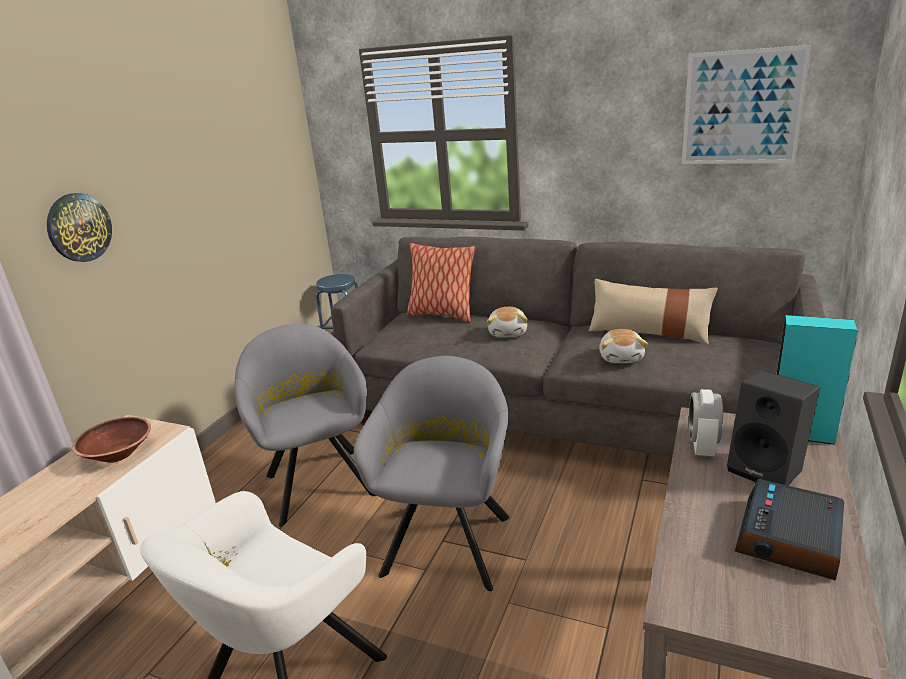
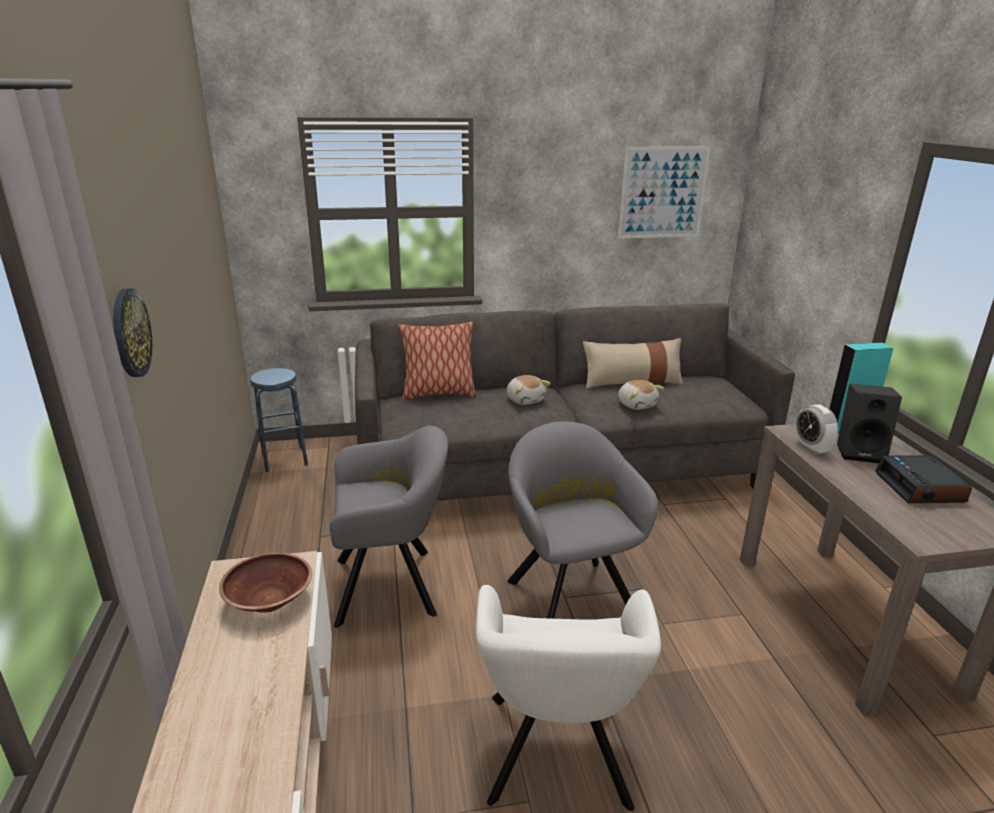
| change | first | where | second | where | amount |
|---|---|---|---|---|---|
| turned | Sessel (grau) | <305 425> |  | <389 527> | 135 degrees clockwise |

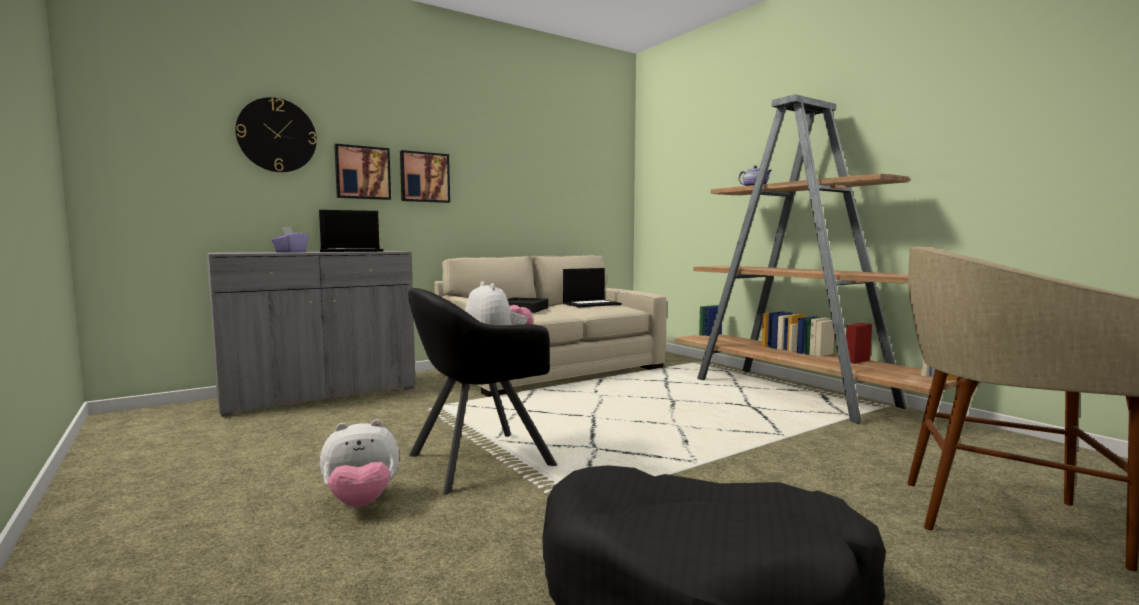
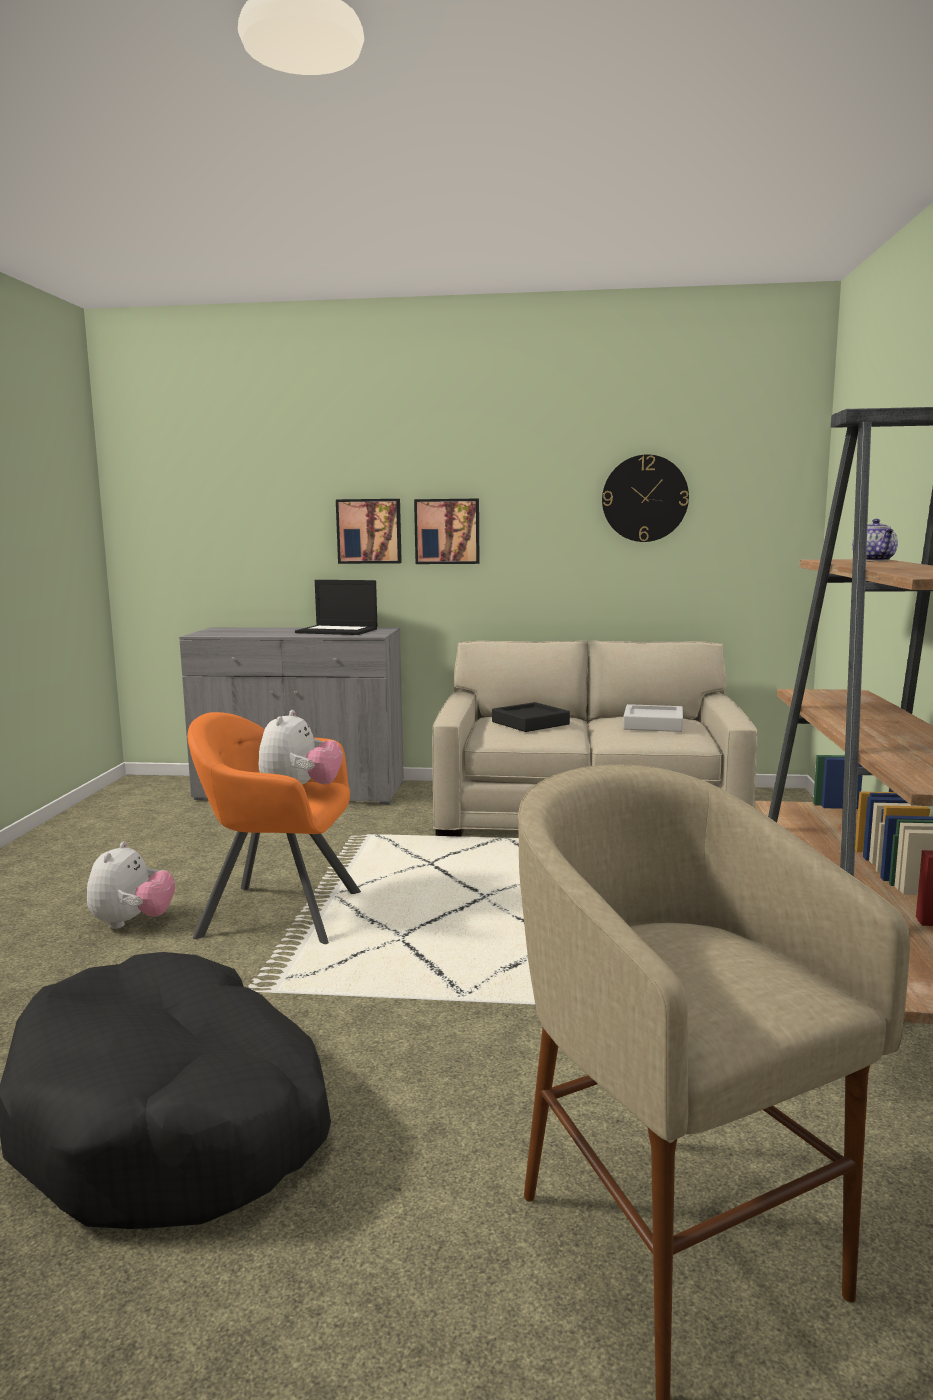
| change | first | where | second | where | amount |
|---|---|---|---|---|---|
| moved | Wanduhr | <276 134> |  | <645 498> |  |
| removed | Taschentuchbox (lila) | <289 240> |  |  |  |
| turned | Plüschtier | <359 463> |  | <131 885> | 105 degrees counterclockwise |
| recoloured | Sessel (schwarz) | <482 391> | Sessel (orange) | <274 828> |  |
| replaced | Laptop | <592 287> | Tablett (grau) | <653 718> |  |

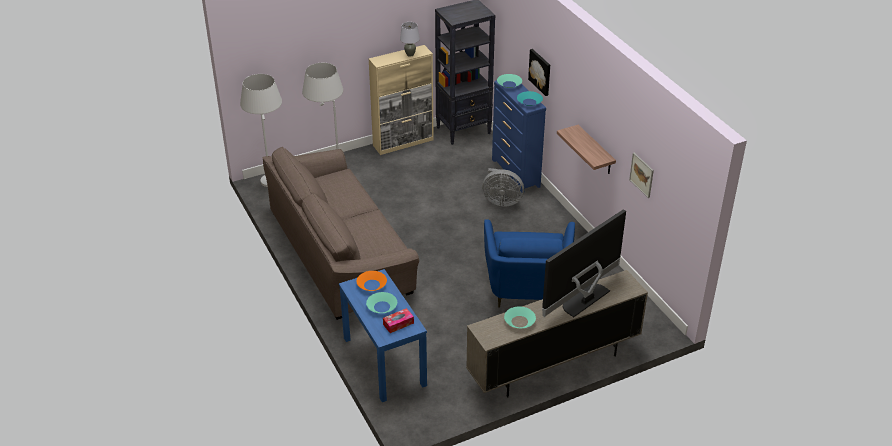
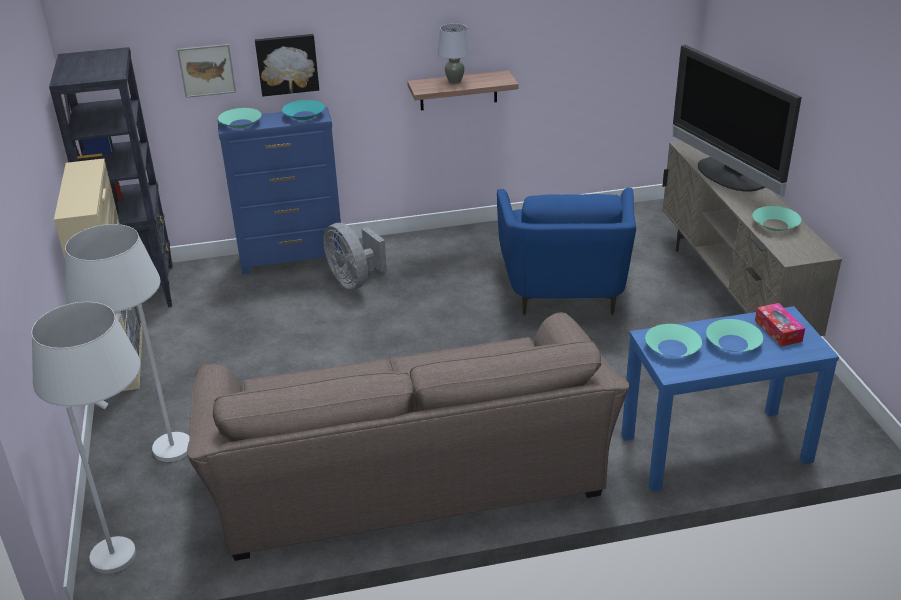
| change | first | where | second | where | amount |
|---|---|---|---|---|---|
| recoloured | Schüssel (orange) | <372 281> | Schüssel (türkis) | <673 340> |  |
| moved | Tischlampe (grau) | <410 39> |  | <454 53> |  |
| turned | Ventilator (grau) | <503 187> |  | <355 256> | 120 degrees clockwise |
| turned | Sessel (blau) | <529 263> |  | <566 251> | 75 degrees clockwise |
| moved | Bild | <641 175> |  | <206 71> |  |

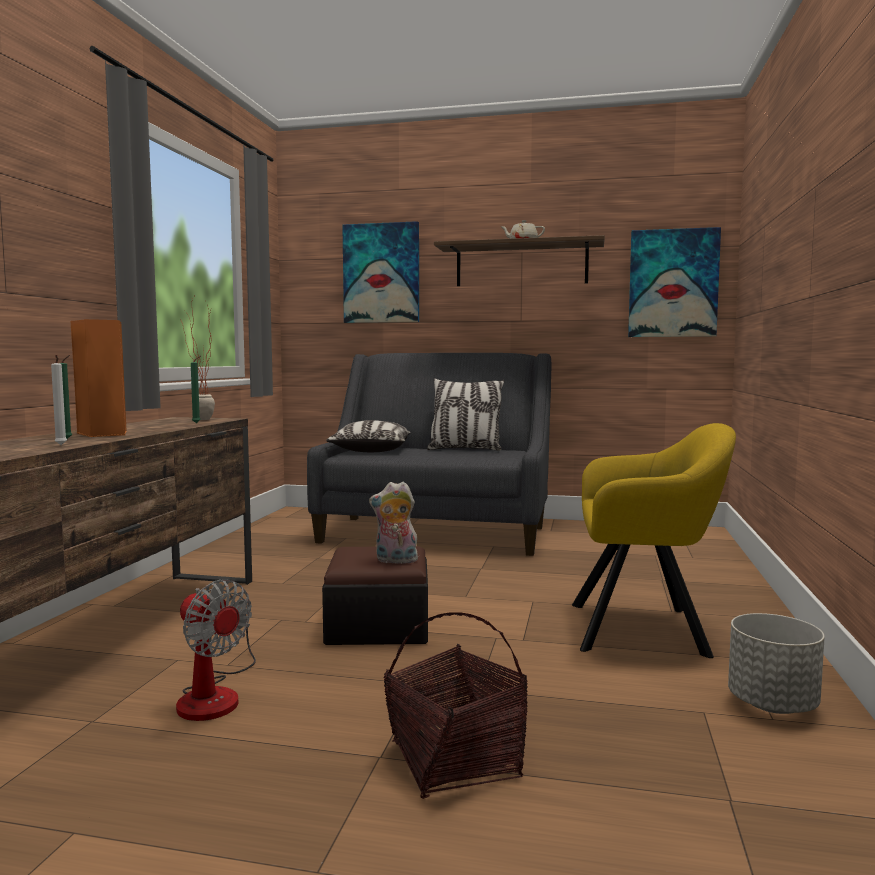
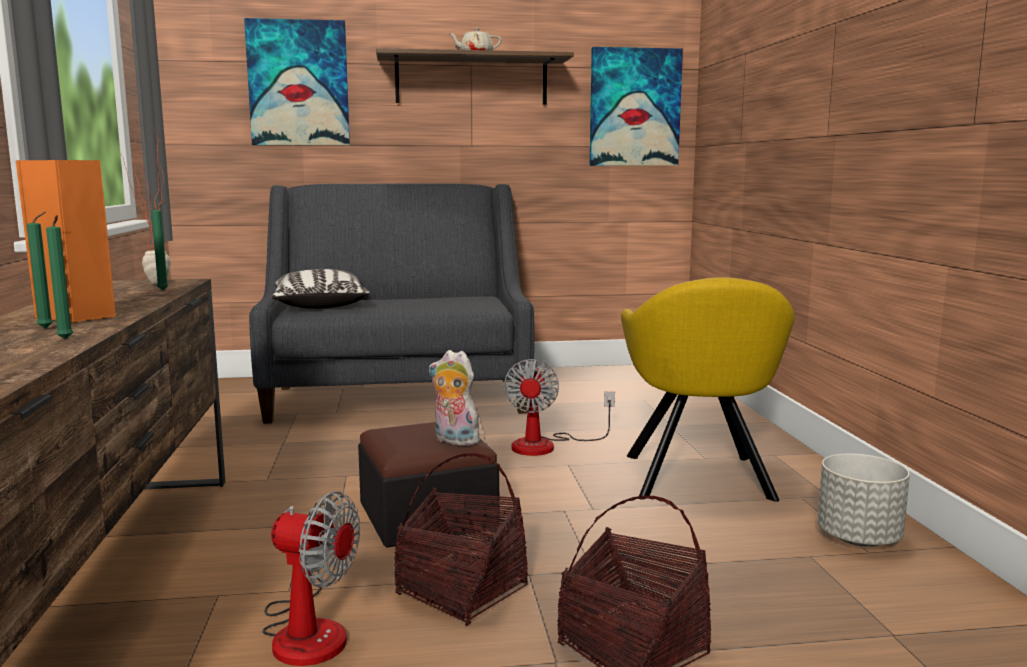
| change | first | where | second | where | amount |
|---|---|---|---|---|---|
| recoloured | Kerze (weiß) | <59 400> | Kerze (grün) | <59 277> |  |
| turned | Plüschtier | <393 523> |  | <455 398> | 45 degrees clockwise |
| removed | Kissen | <465 414> |  |  |  |
| turned | Sessel (gelb) | <654 540> |  | <708 389> | 105 degrees clockwise |
| added |  |  | Korb | <461 539> |  |
| added |  |  | Ventilator | <559 407> |  |

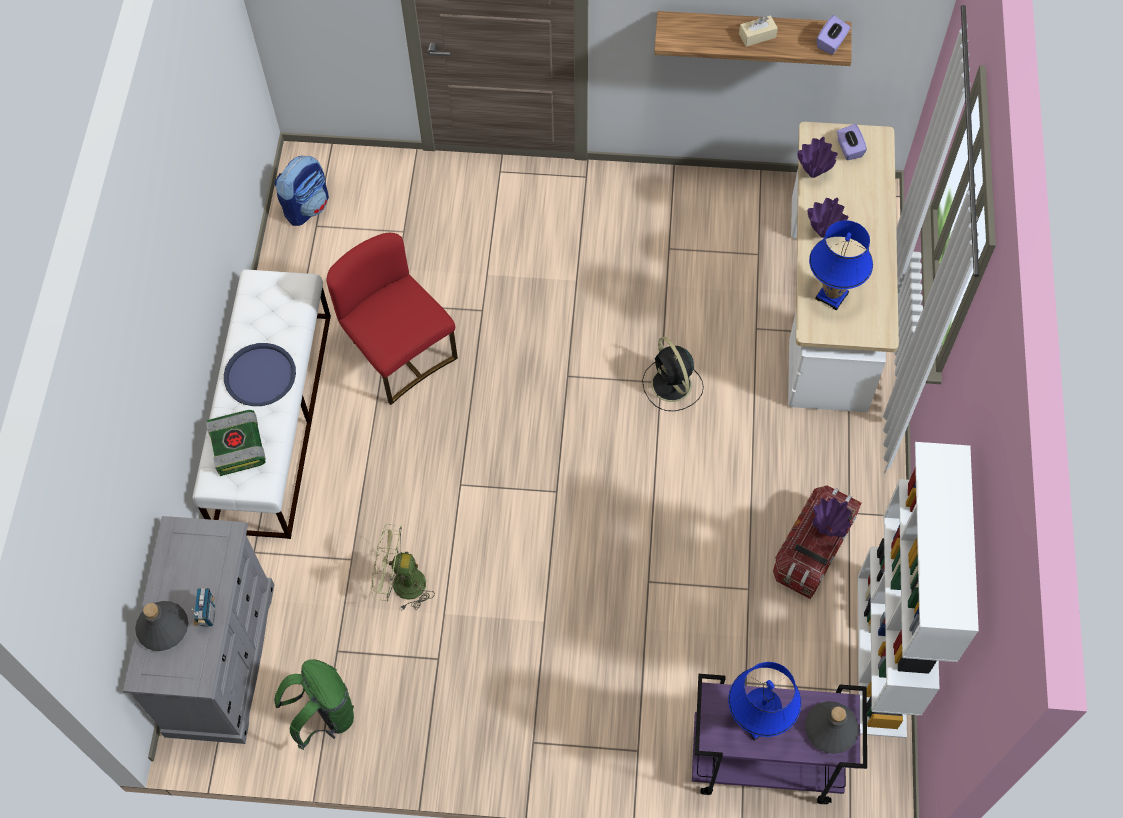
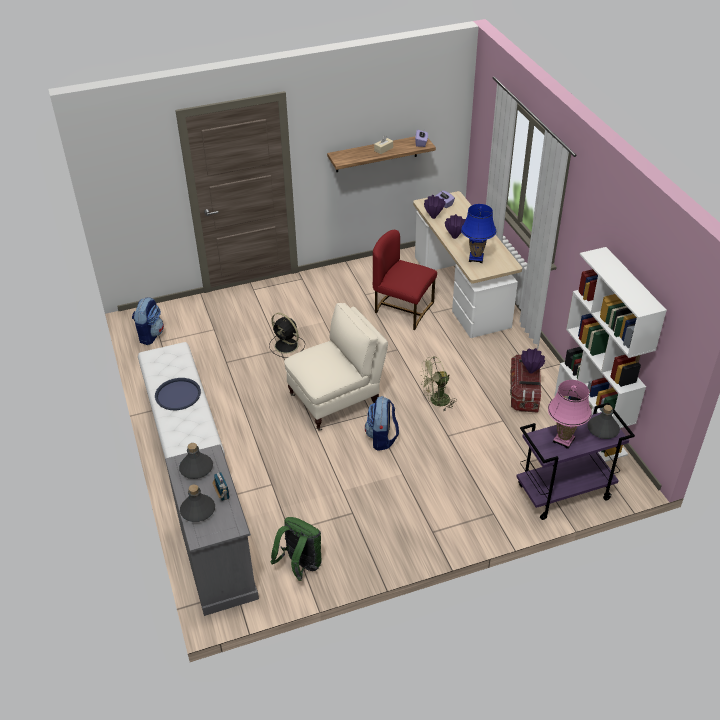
| change | first | where | second | where | amount |
|---|---|---|---|---|---|
| removed | Buch | <236 443> |  |  |  |
| moved | Stuhl (rot) | <392 319> |  | <405 280> |  |
| moved | Ventilator (grün) | <403 567> |  | <438 384> |  |
| moved | Ventilator (schwarz) | <673 374> |  | <287 335> |  |
| recoloured | Tischlampe (blau) | <764 701> | Tischlampe (rosa) | <570 414> |  |
| added |  |  | Flasche (grau) | <196 461> |  |
| added |  |  | Sessel (beige) | <336 367> |  |
| added |  |  | Rucksack | <382 423> |  |

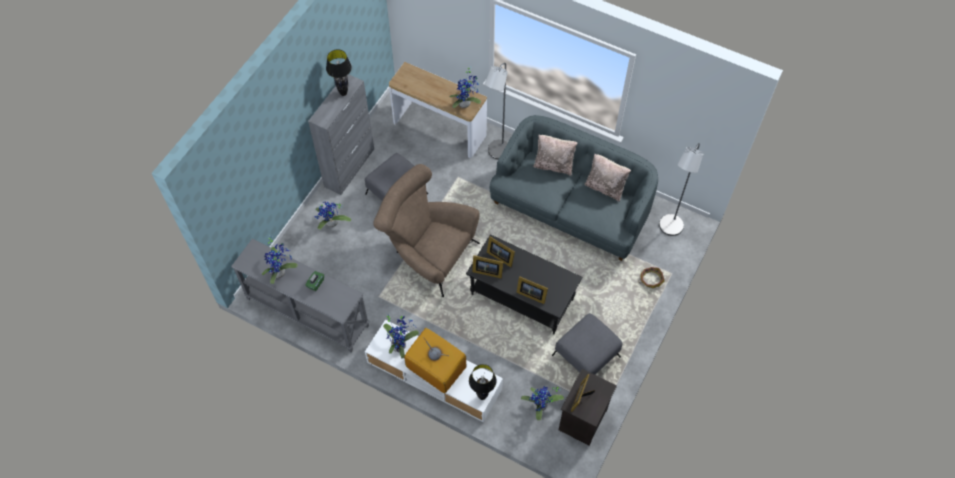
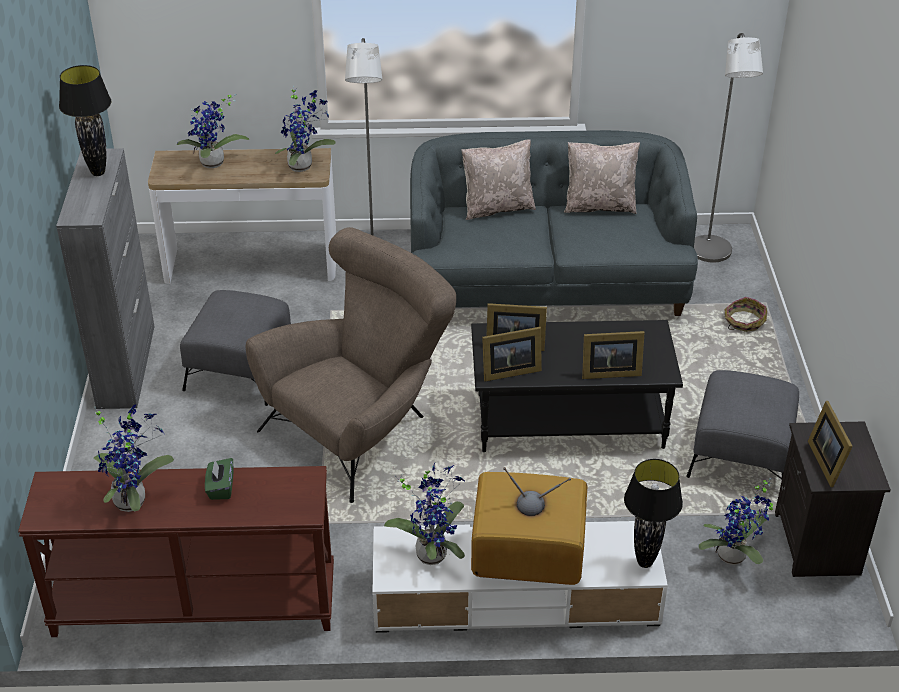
| change | first | where | second | where | amount |
|---|---|---|---|---|---|
| recoloured | Konsolentisch (grau) | <300 295> | Konsolentisch (braun) | <176 551> |  |
| moved | Topfpflanze | <333 215> |  | <213 131> |  |
| turned | Sessel (braun) | <426 230> |  | <351 365> | 135 degrees clockwise |

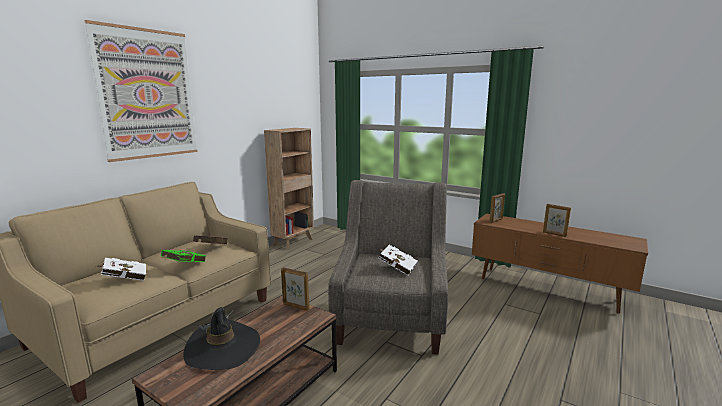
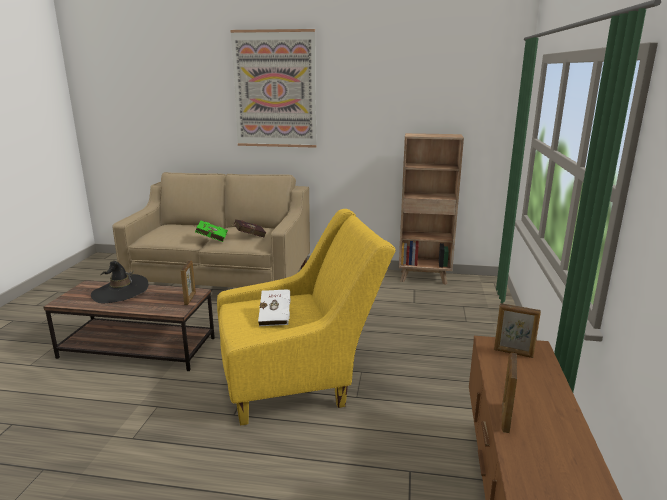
| change | first | where | second | where | amount |
|---|---|---|---|---|---|
| removed | Buch (weiß) | <121 269> |  |  |  |
| recoloured | Sessel (grau) | <388 267> | Sessel (gelb) | <306 317> |  |

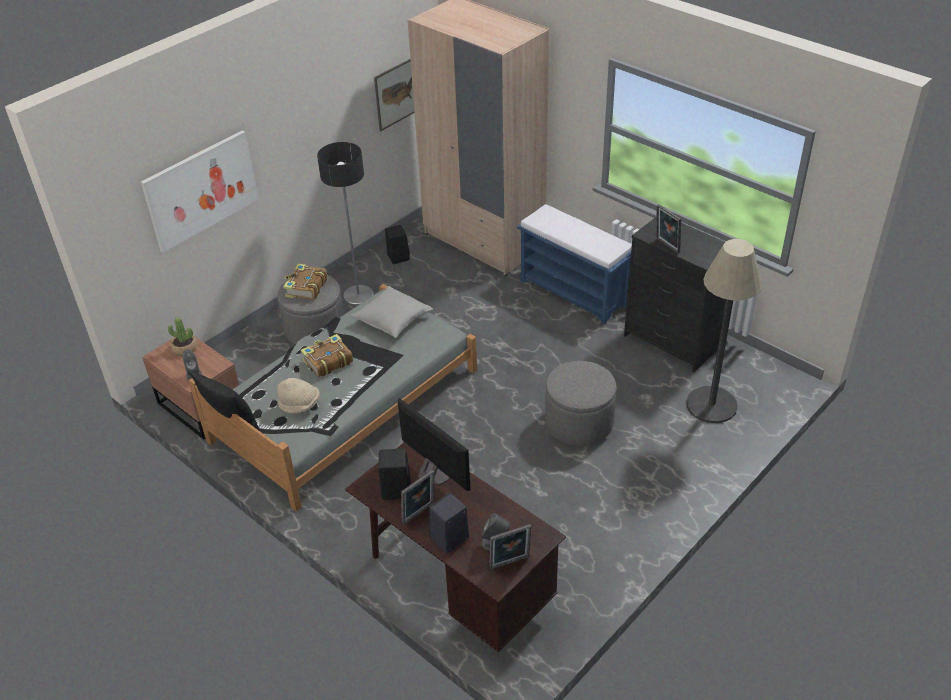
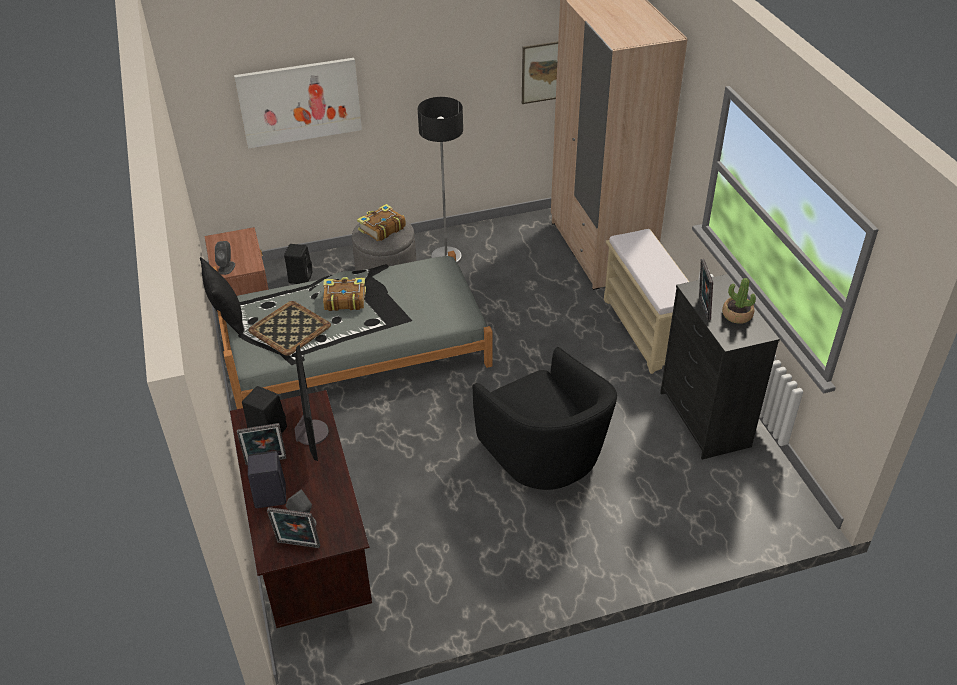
| change | first | where | second | where | amount |
|---|---|---|---|---|---|
| moved | Topfpflanze | <183 336> |  | <739 301> |  |
| replaced | Hut (beige) | <298 396> | Tablett | <289 328> |  |
| removed | Kissen (grau) | <392 312> |  |  |  |
| moved | Lautsprecher (schwarz) | <397 244> |  | <298 264> |  |
| recoloured | Bank (blau) | <574 264> | Bank (beige) | <646 301> |  |
| replaced | Polsterhocker (grau) | <581 403> | Sessel (schwarz) | <545 418> |  |
| removed | Stehlampe | <724 331> |  |  |  |

